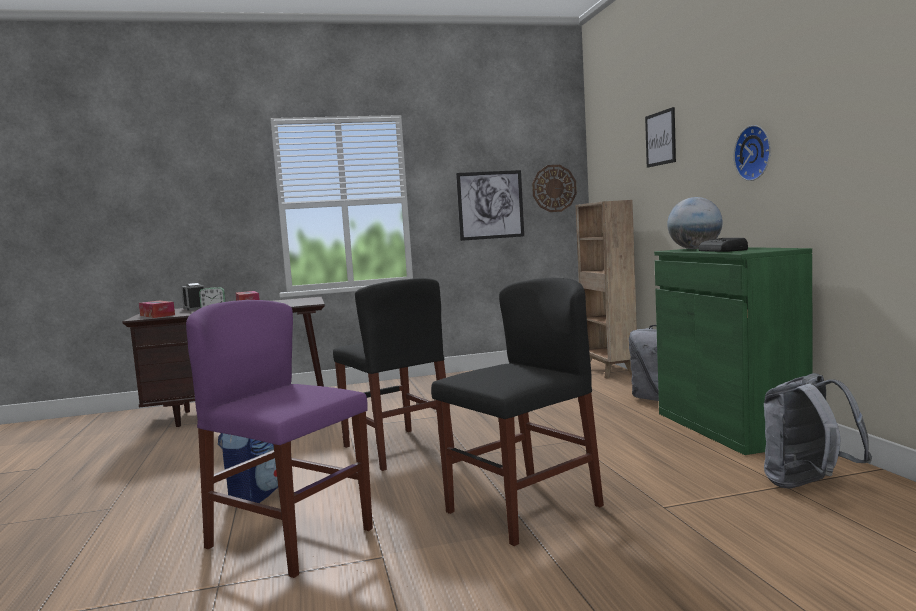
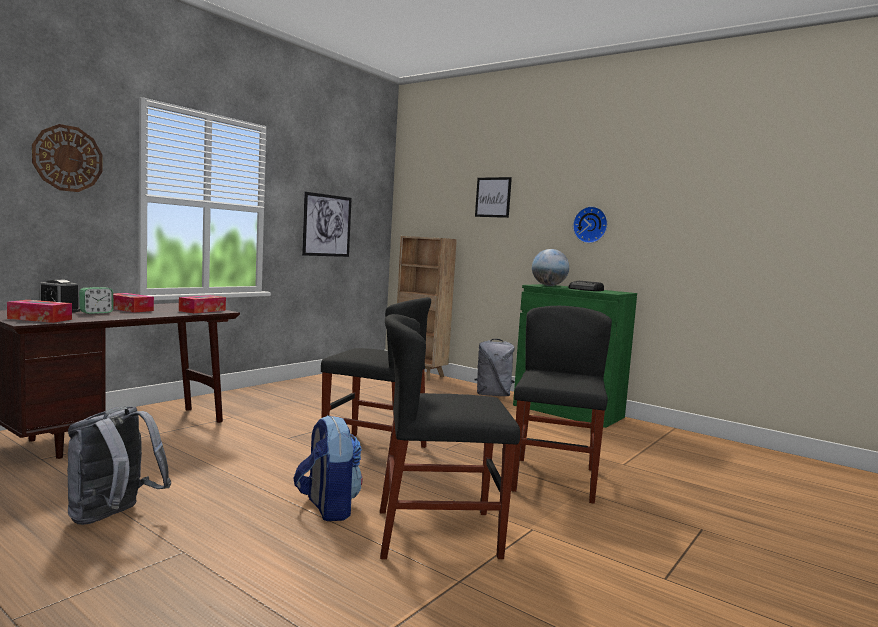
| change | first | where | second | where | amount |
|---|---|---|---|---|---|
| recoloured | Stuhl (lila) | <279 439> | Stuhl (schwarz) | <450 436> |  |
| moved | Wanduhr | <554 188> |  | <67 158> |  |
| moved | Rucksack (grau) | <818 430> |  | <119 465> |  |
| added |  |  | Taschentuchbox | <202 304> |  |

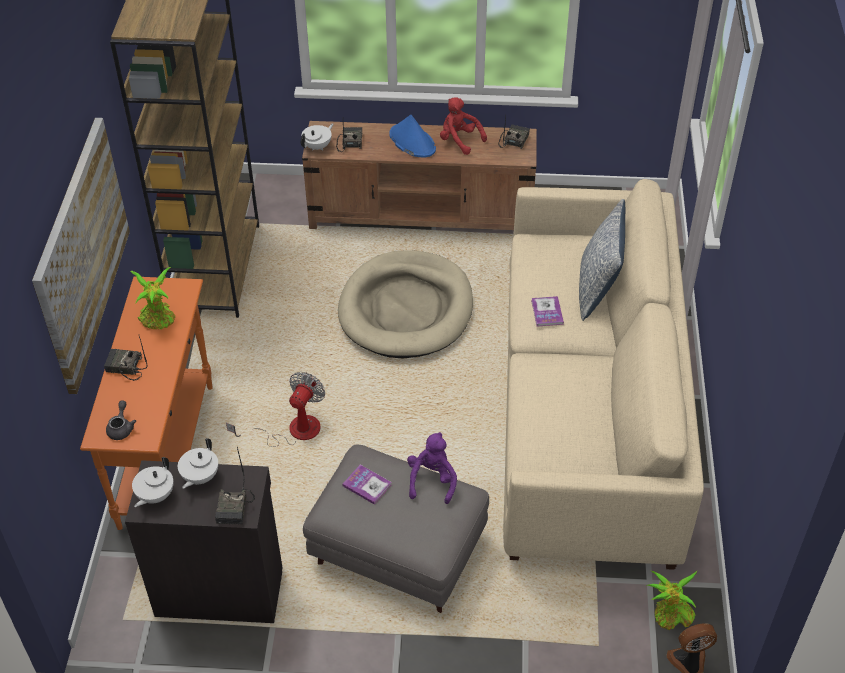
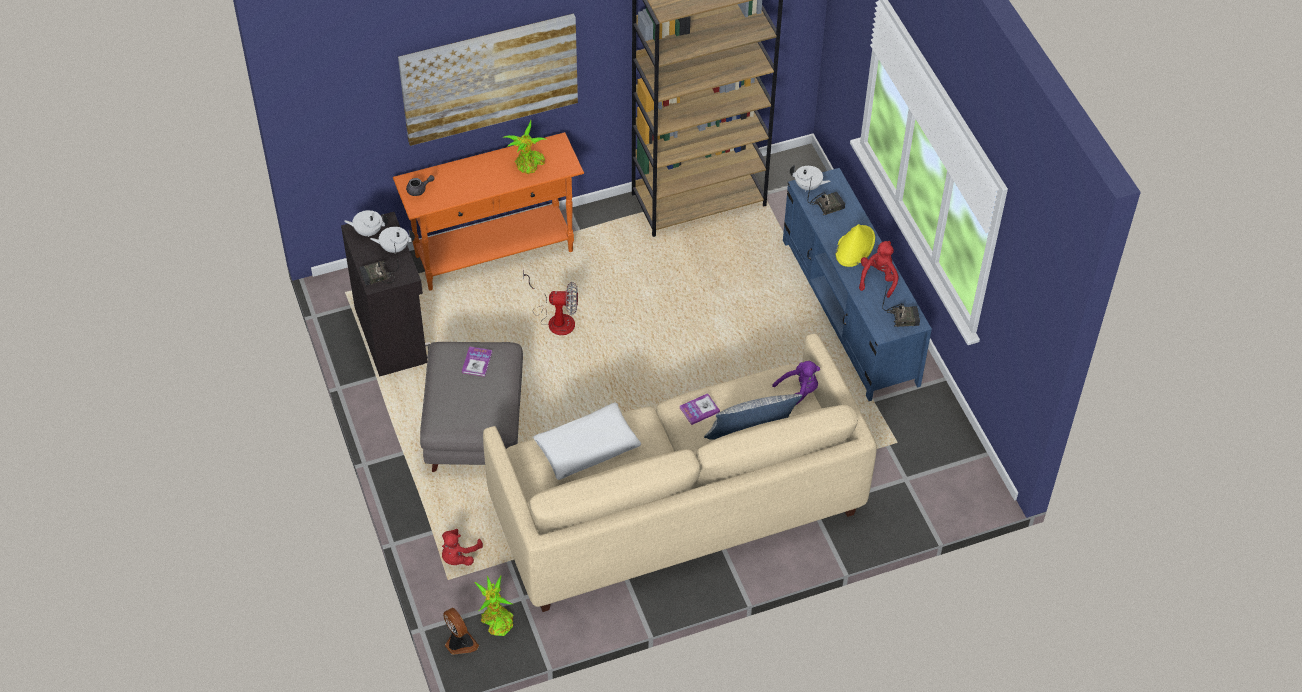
| change | first | where | second | where | amount |
|---|---|---|---|---|---|
| removed | Radio | <125 358> |  |  |  |
| recoloured | Fernsehschrank (braun) | <419 175> | Fernsehschrank (blau) | <857 284> |  |
| removed | Hundebett (beige) | <405 304> |  |  |  |
| recoloured | Hut (blau) | <412 136> | Hut (gelb) | <855 245> |  |
| moved | Plüschtier (lila) | <432 468> |  | <796 383> |  |
| added |  |  | Plüschtier (rot) | <462 547> |  |
| added |  |  | Kissen (weiß) | <587 441> |  |

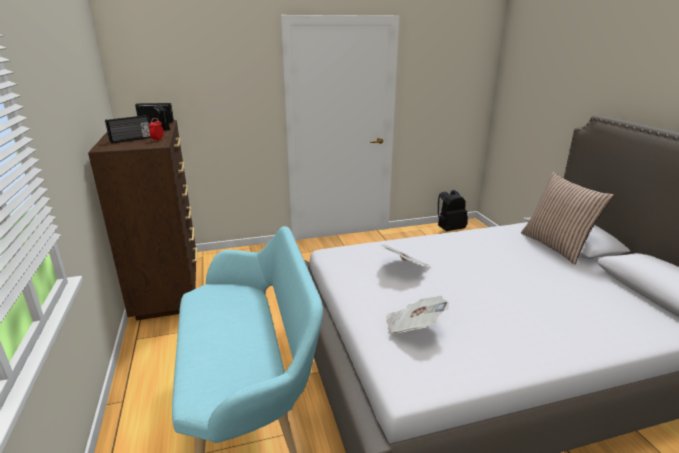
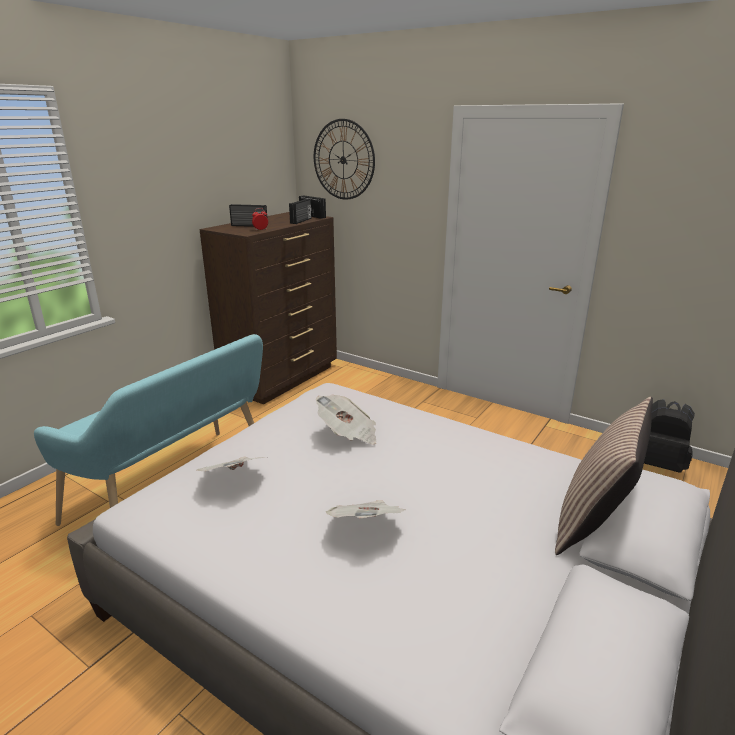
| change | first | where | second | where | amount |
|---|---|---|---|---|---|
| added |  |  | Wanduhr | <344 159> |  |
| added |  |  | Zeitung | <366 509> |  |

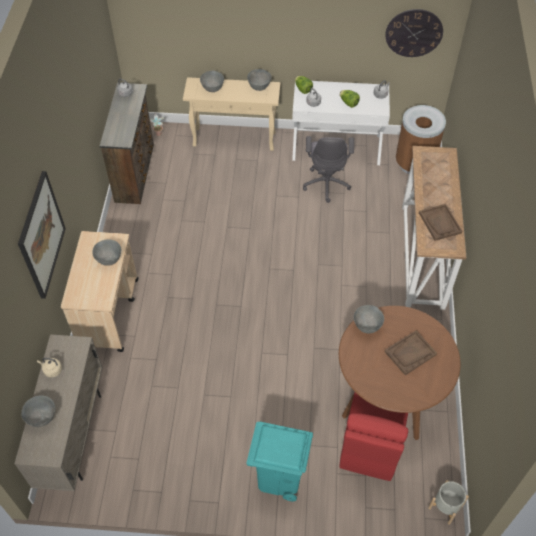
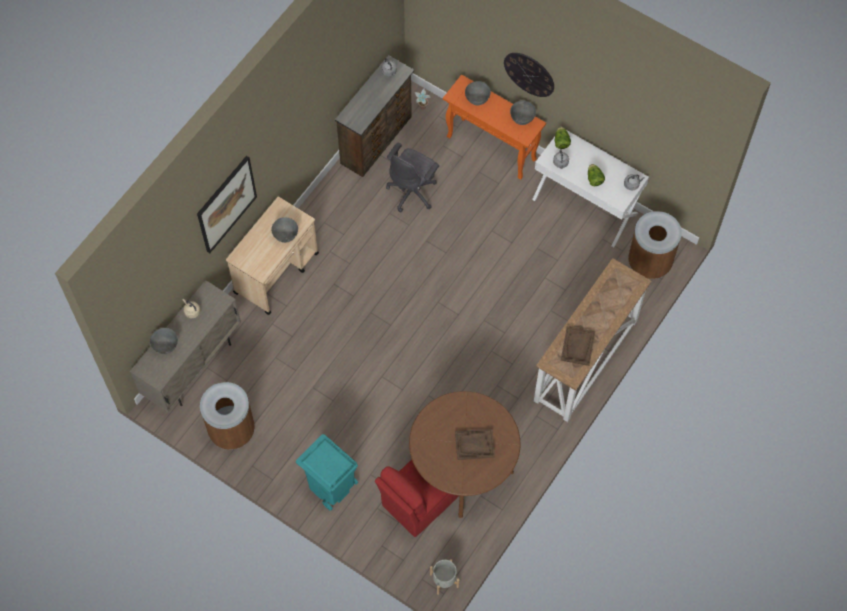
| change | first | where | second | where | amount |
|---|---|---|---|---|---|
| recoloured | Konsolentisch (beige) | <231 114> | Konsolentisch (orange) | <494 127> |  |
| moved | Bürostuhl (grau) | <328 169> |  | <412 177> |  |
| removed | Schüssel (grau) | <369 319> |  |  |  |
| moved | Wanduhr | <414 33> |  | <529 75> |  |
| added |  |  | Mülleimer (braun) | <227 416> |  |

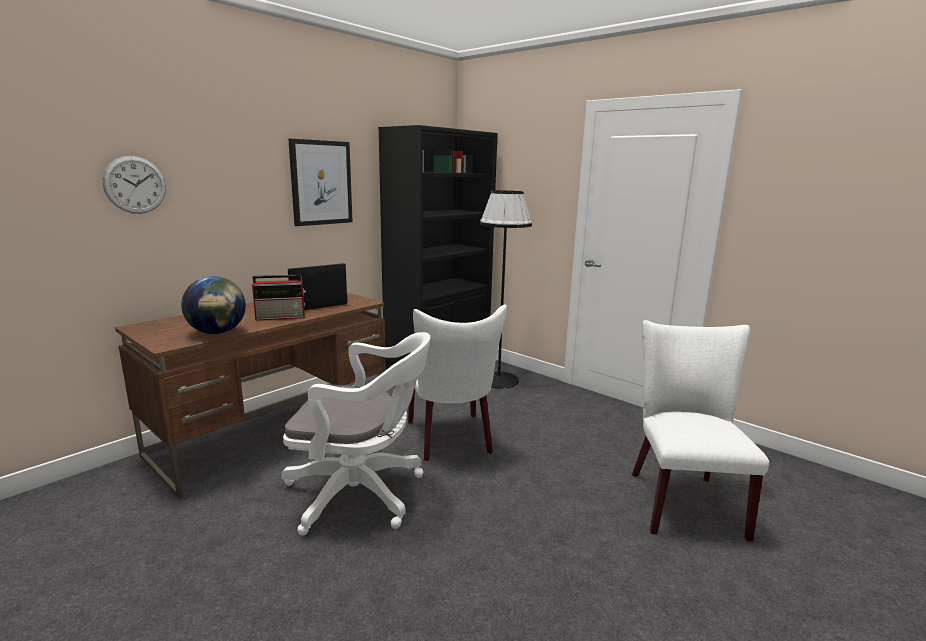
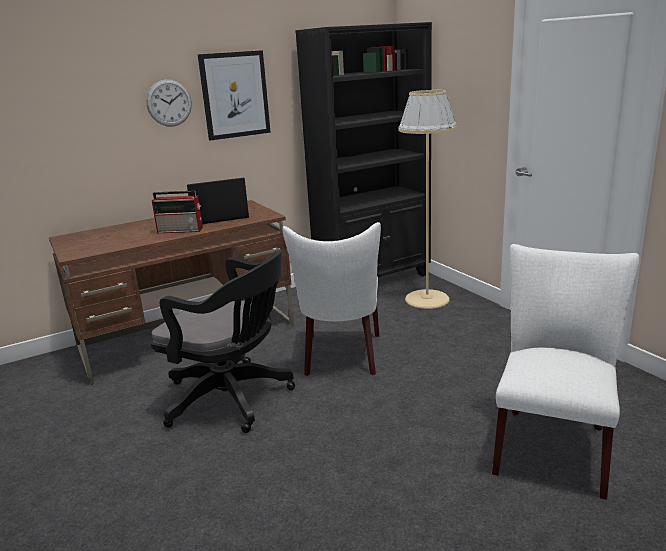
| change | first | where | second | where | amount |
|---|---|---|---|---|---|
| moved | Wanduhr | <134 185> |  | <169 103> |  |
| removed | Globus | <213 305> |  |  |  |
| recoloured | Bürostuhl (weiß) | <355 433> | Bürostuhl (schwarz) | <222 341> |  |
| recoloured | Stehlampe (schwarz) | <506 289> | Stehlampe (beige) | <427 199> |  |

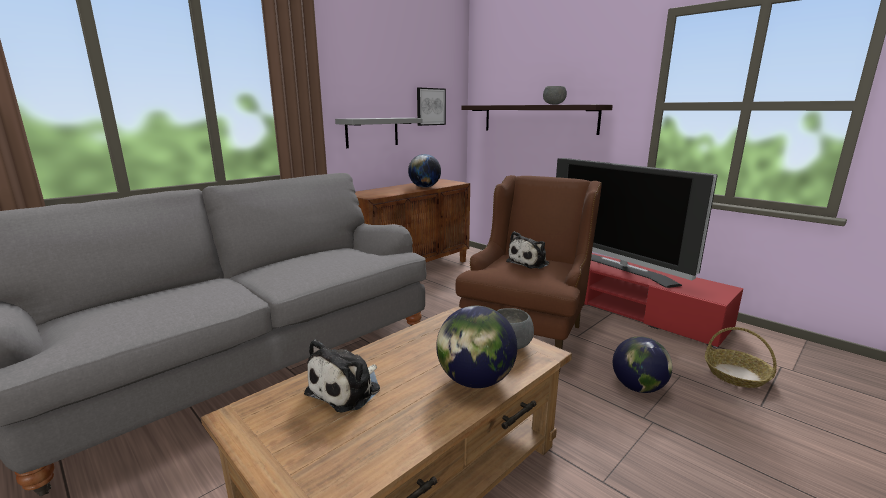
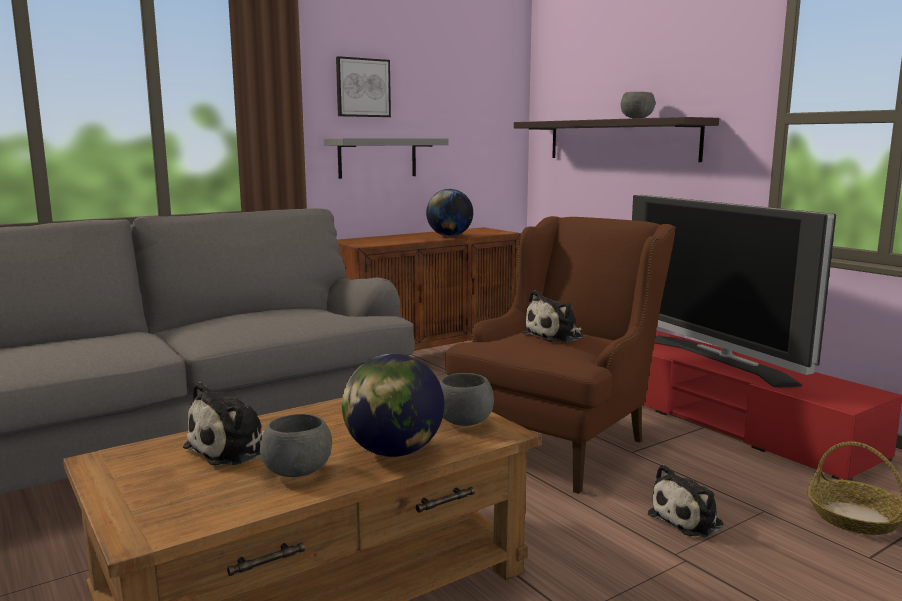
| change | first | where | second | where | amount |
|---|---|---|---|---|---|
| moved | Bild | <431 107> |  | <363 86> |  |
| replaced | Globus | <642 364> | Plüschtier | <686 500> |  |
| added |  |  | Schüssel (grau) | <296 445> |  |

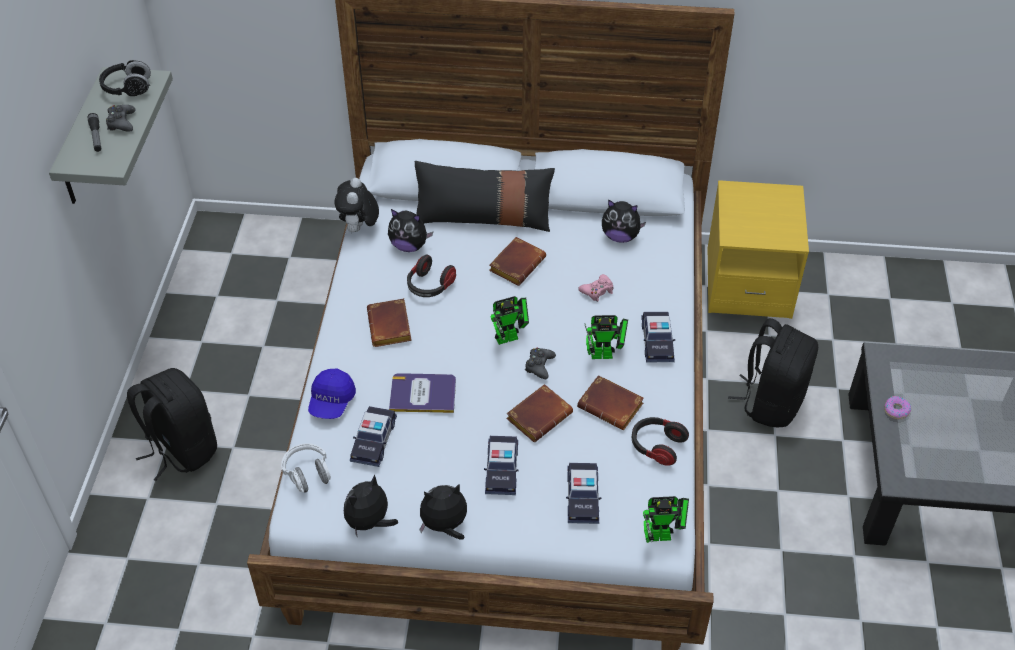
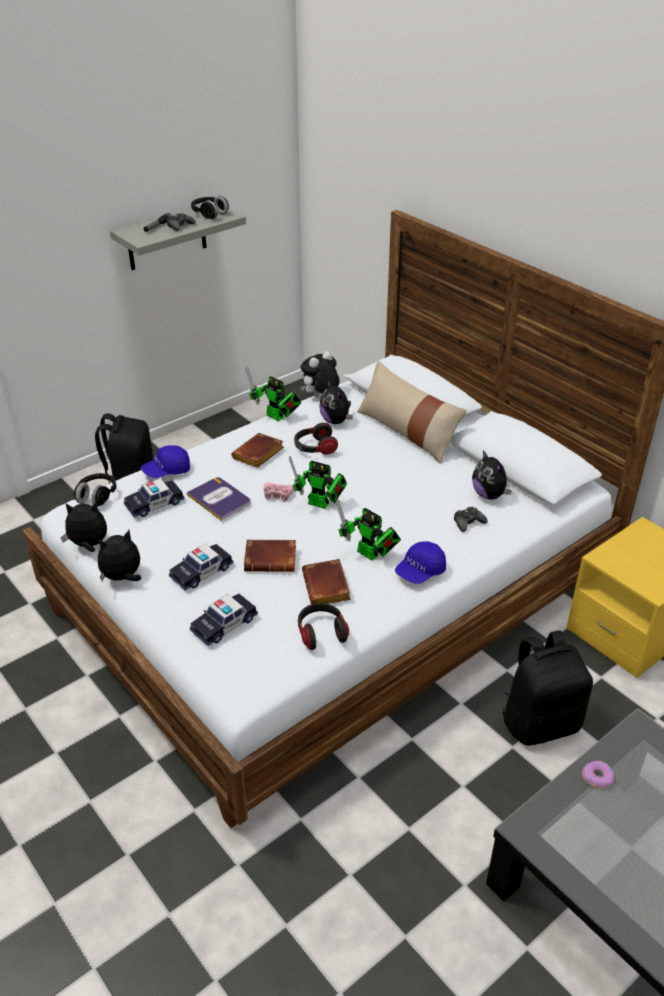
| change | first | where | second | where | amount |
|---|---|---|---|---|---|
| recoloured | Kopfhörer (weiß) | <306 468> | Kopfhörer (schwarz) | <94 490> |  |
| recoloured | Kissen (schwarz) | <485 196> | Kissen (beige) | <412 412> |  |
| turned | Plüschtier | <443 512> |  | <119 556> | 60 degrees counterclockwise |
| removed | Buch (braun) | <517 261> |  |  |  |
| moved | Gamepad (schwarz) | <540 363> |  | <471 519> |  |
| moved | Gamepad (rosa) | <595 288> |  | <279 492> |  |
| replaced | Spielzeugauto | <658 337> | Kappe (blau) | <420 562> |  |
| moved | Spielzeugroboter | <666 519> |  | <273 394> |  |

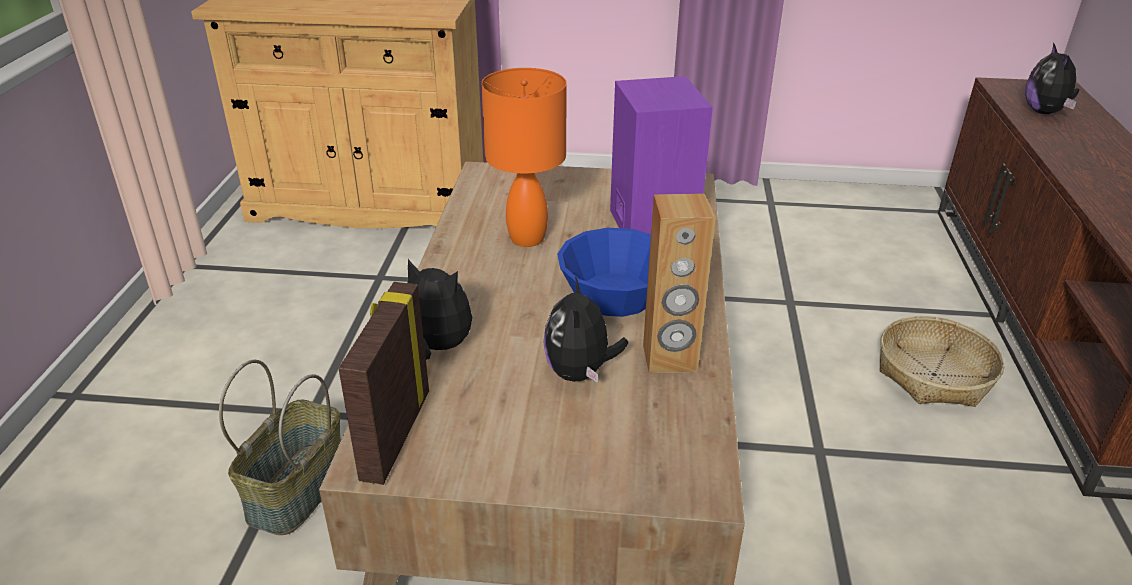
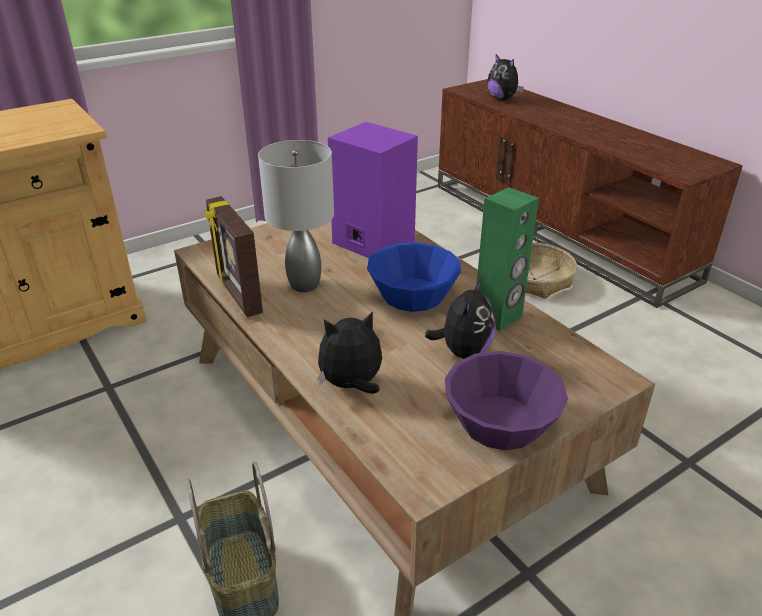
| change | first | where | second | where | amount |
|---|---|---|---|---|---|
| moved | Bilderrahmen | <383 383> |  | <233 256> |  |
| recoloured | Tischlampe (orange) | <524 157> | Tischlampe (grau) | <296 216> |  |
| turned | Plüschtier | <585 329> |  | <460 318> | 120 degrees counterclockwise |
| recoloured | Lautsprecher (braun) | <679 283> | Lautsprecher (grün) | <508 259> |  |
| added |  |  | Schüssel (lila) | <506 400> |  |

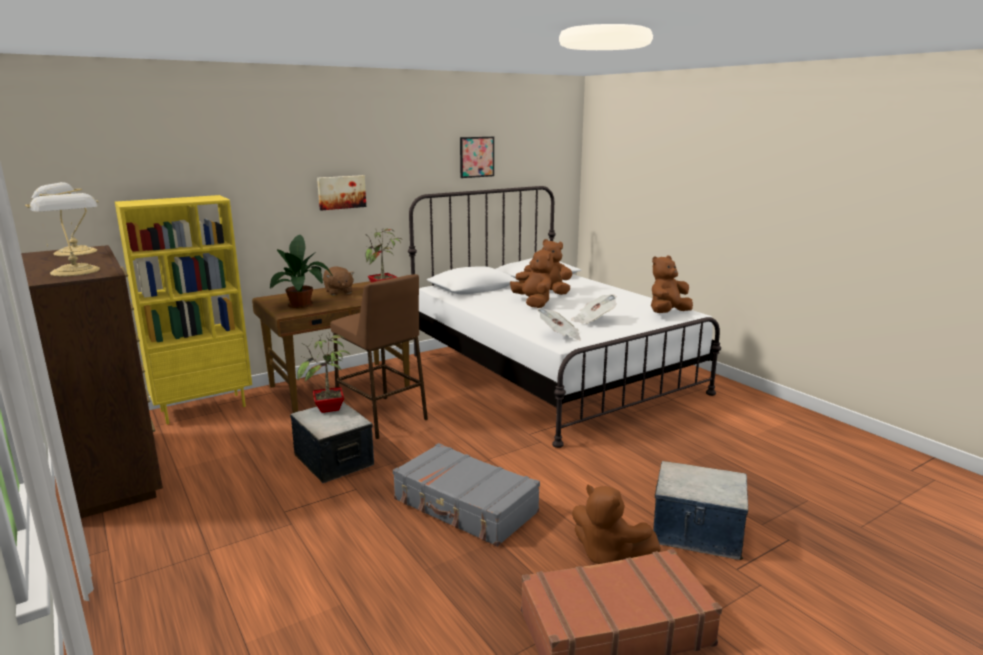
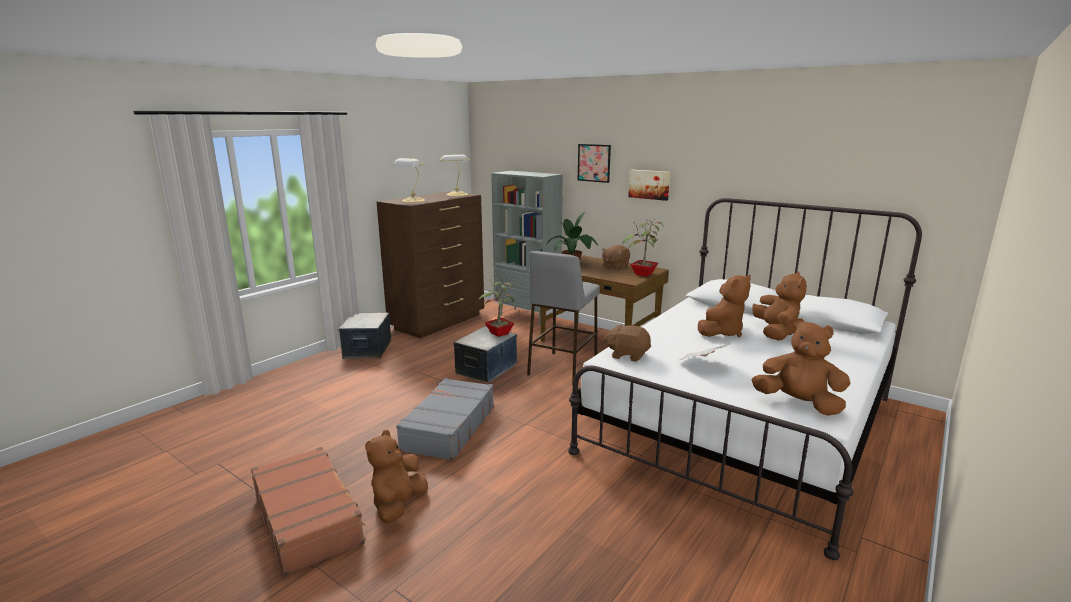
| change | first | where | second | where | amount |
|---|---|---|---|---|---|
| recoloured | Bücherregal (gelb) | <183 309> | Bücherregal (grau) | <527 248> |  |
| recoloured | Hocker (braun) | <379 356> | Hocker (grau) | <563 318> |  |
| moved | Bild | <477 157> |  | <594 163> |  |
| replaced | Zeitung | <559 324> | Plüschtier (braun) | <628 343> |  |
| moved | Aufbewahrungsbox | <700 510> |  | <365 336> |  |

